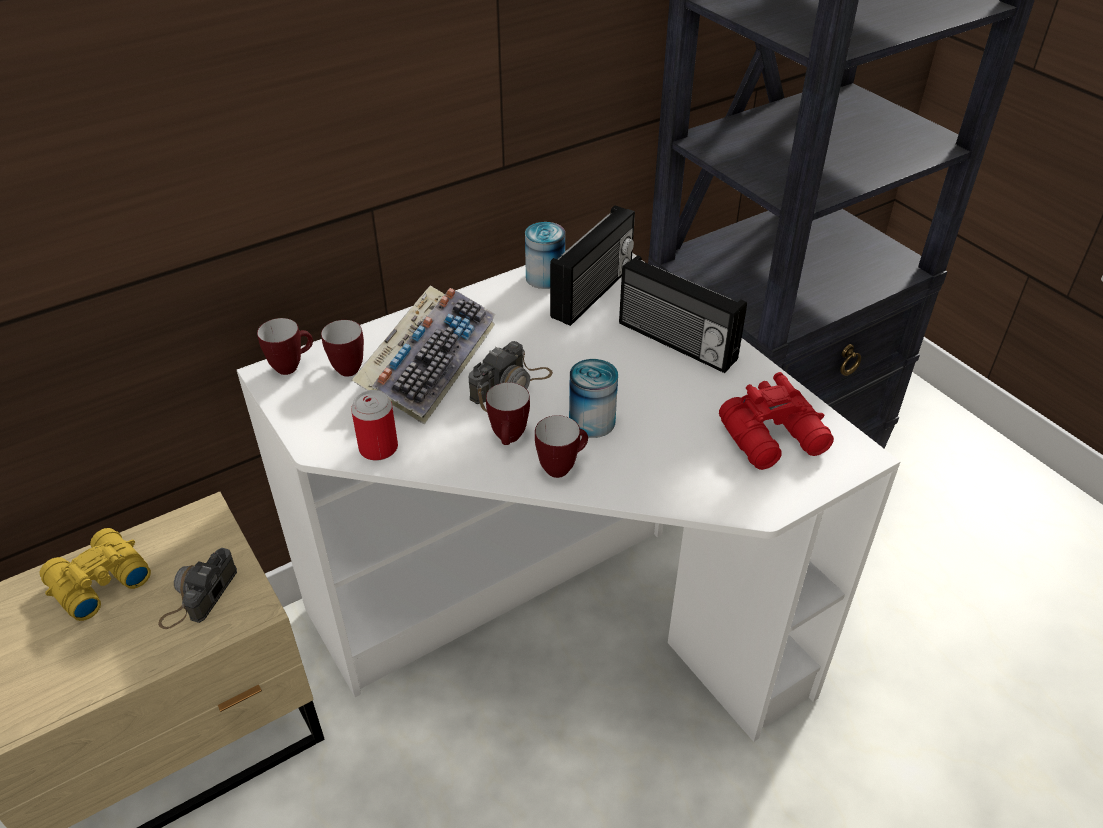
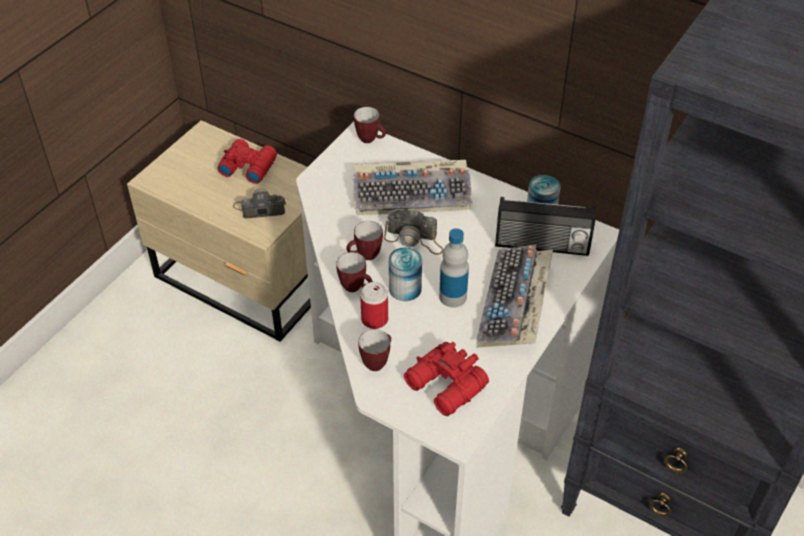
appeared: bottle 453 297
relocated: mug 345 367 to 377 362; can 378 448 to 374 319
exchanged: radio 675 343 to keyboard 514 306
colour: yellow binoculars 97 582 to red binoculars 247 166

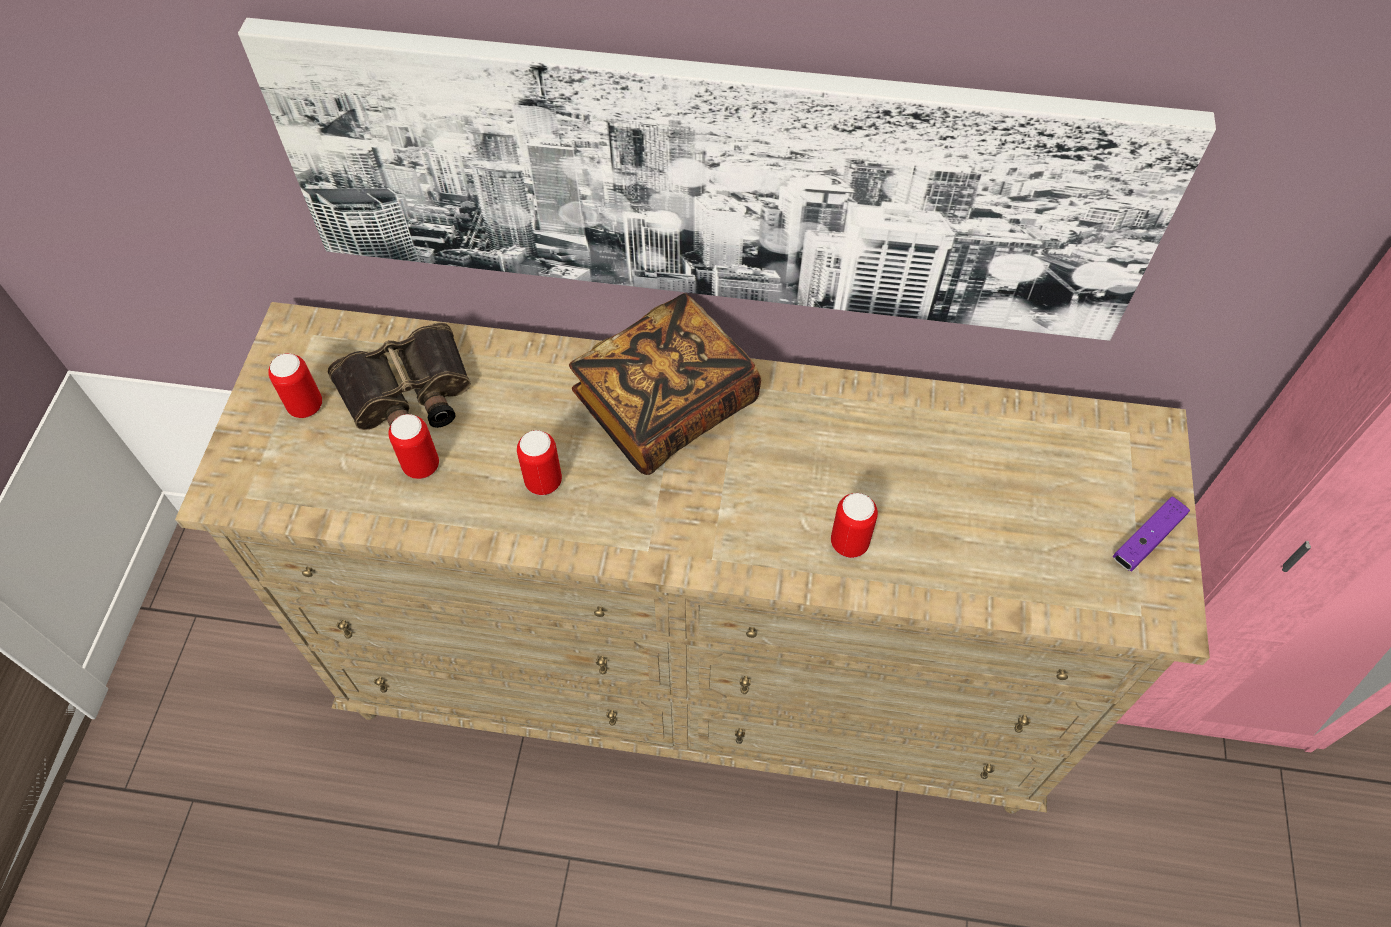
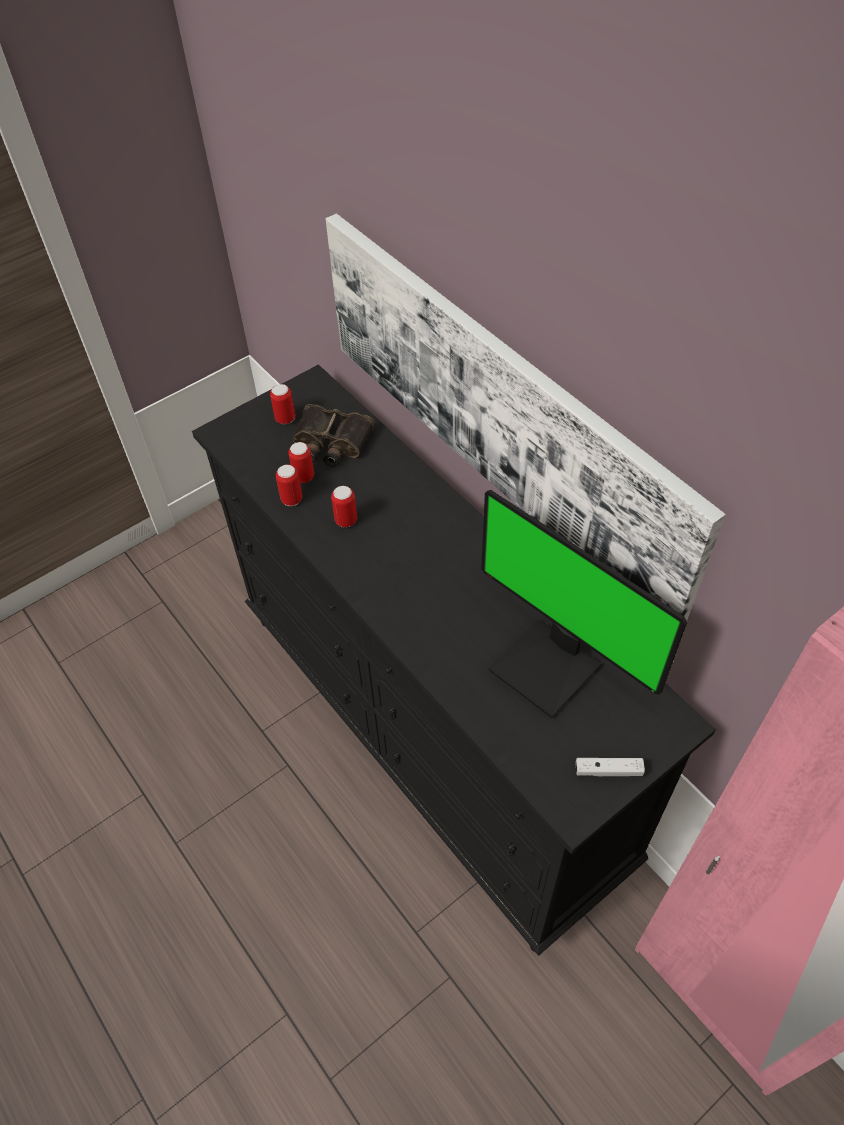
missing: book 666 406
appeared: monitor 549 666
relocated: can 849 543 to 291 499
colour: beige dresser 698 684 to black dresser 429 737; purple game controller 1146 540 to white game controller 608 770

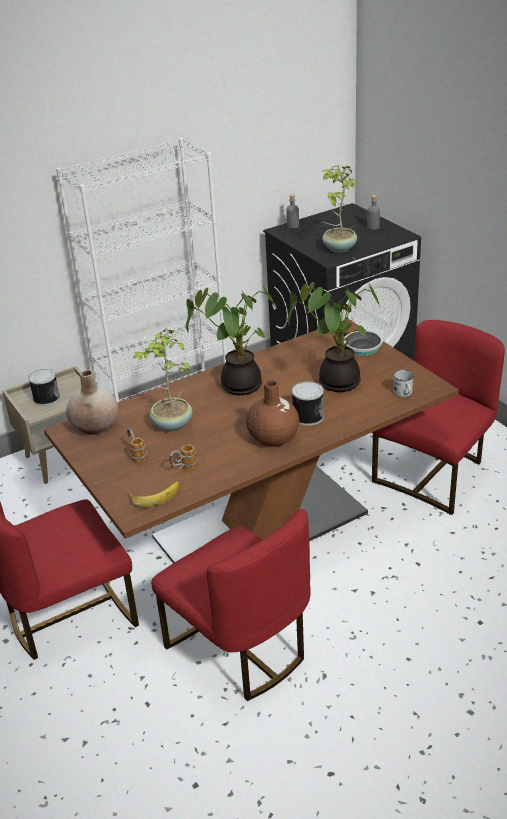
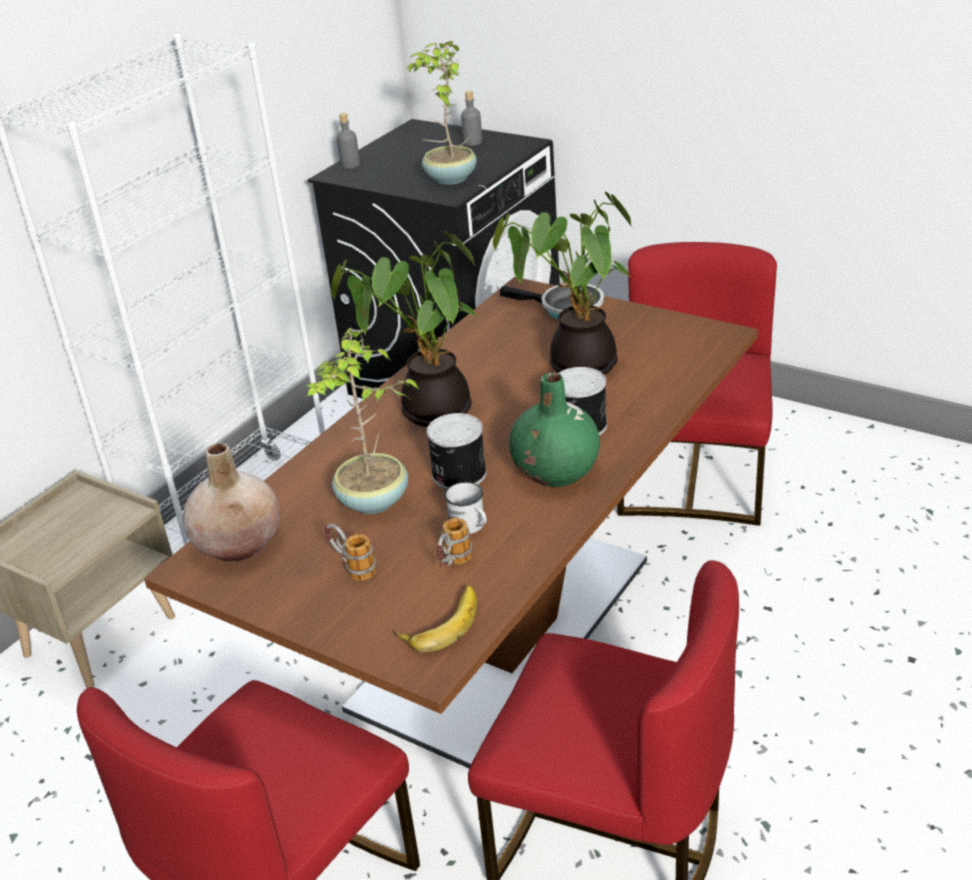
relocated: can 46 398 to 457 474; white mug 404 393 to 470 526
colour: brown vase 273 438 to green vase 556 472

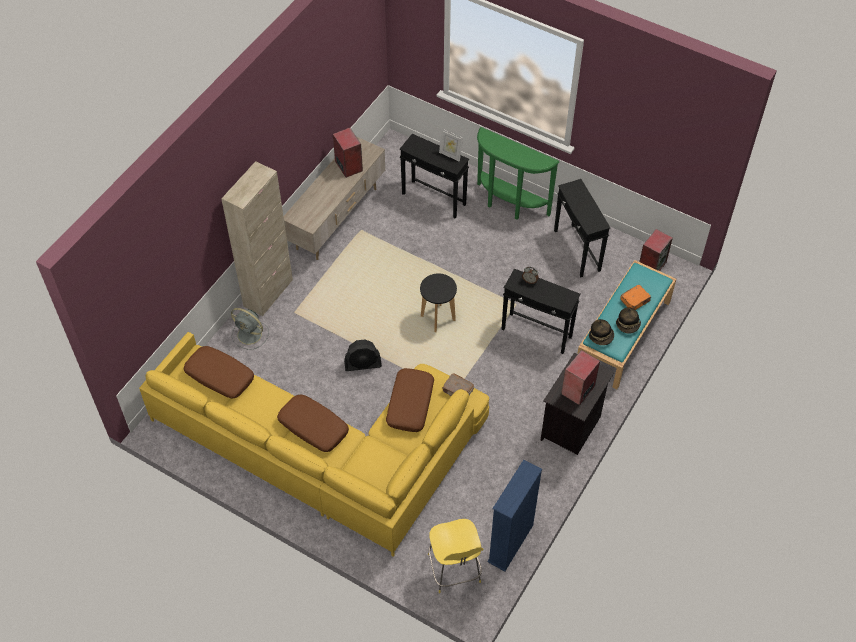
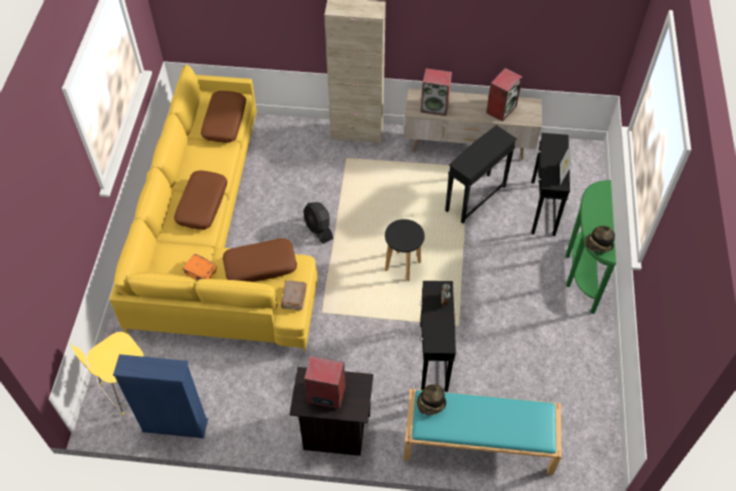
missing: grey fan 250 335
relocated: black side table 576 251 to 475 198; hat 628 325 to 598 245; orange book 635 301 to 201 272; speaker 651 265 to 435 106

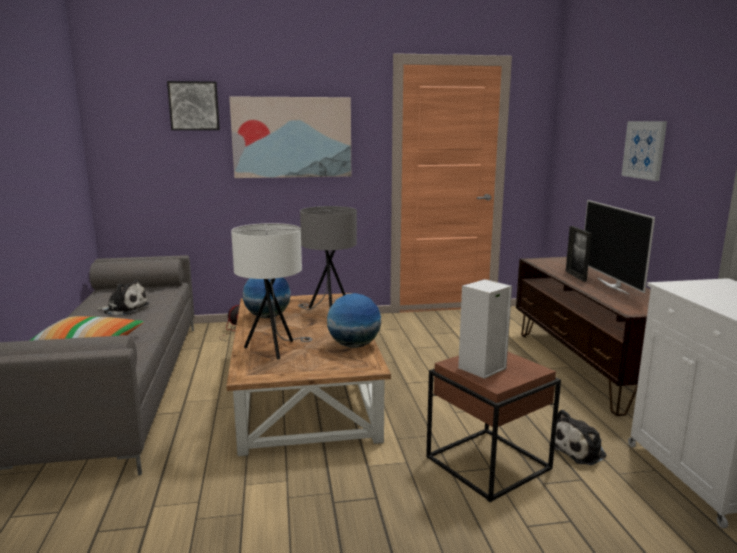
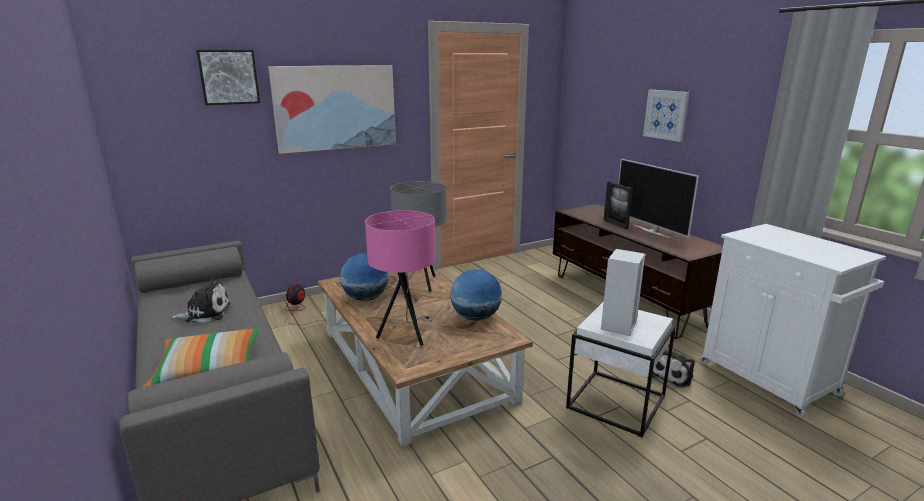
colour: white table lamp 275 349 to pink table lamp 407 334; brown side table 489 463 to white side table 617 402

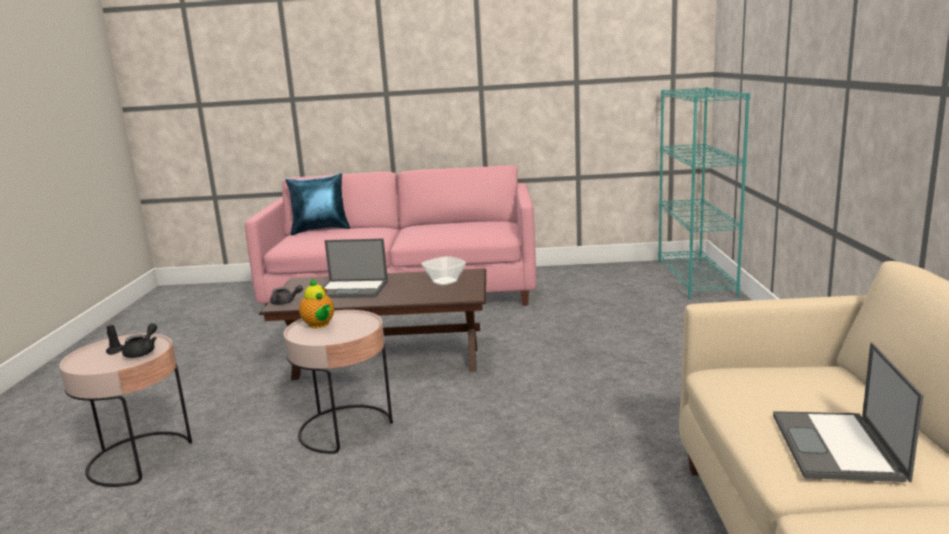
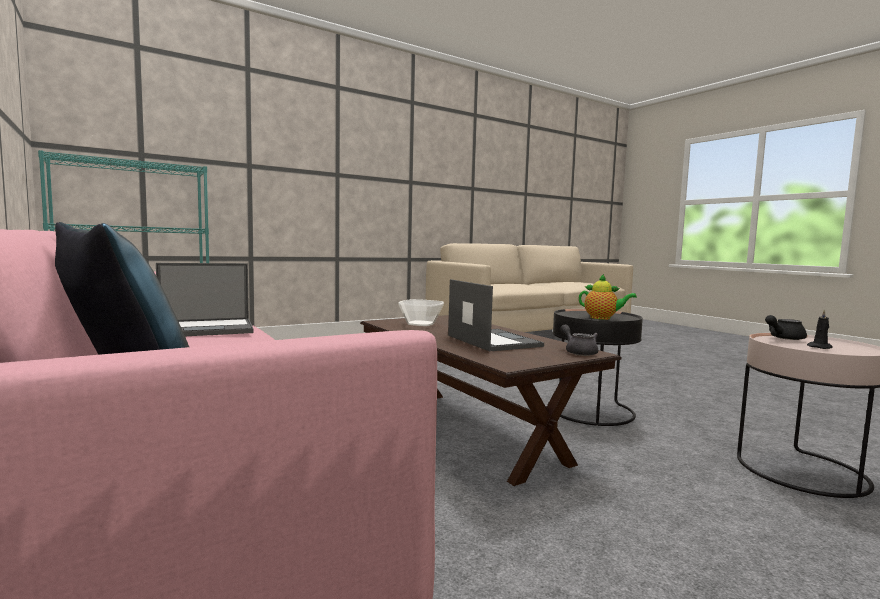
relocated: laptop 838 447 to 206 329
colour: pink side table 346 428 to black side table 590 411
spun: teapot 319 325 = 602 318 90 degrees clockwise

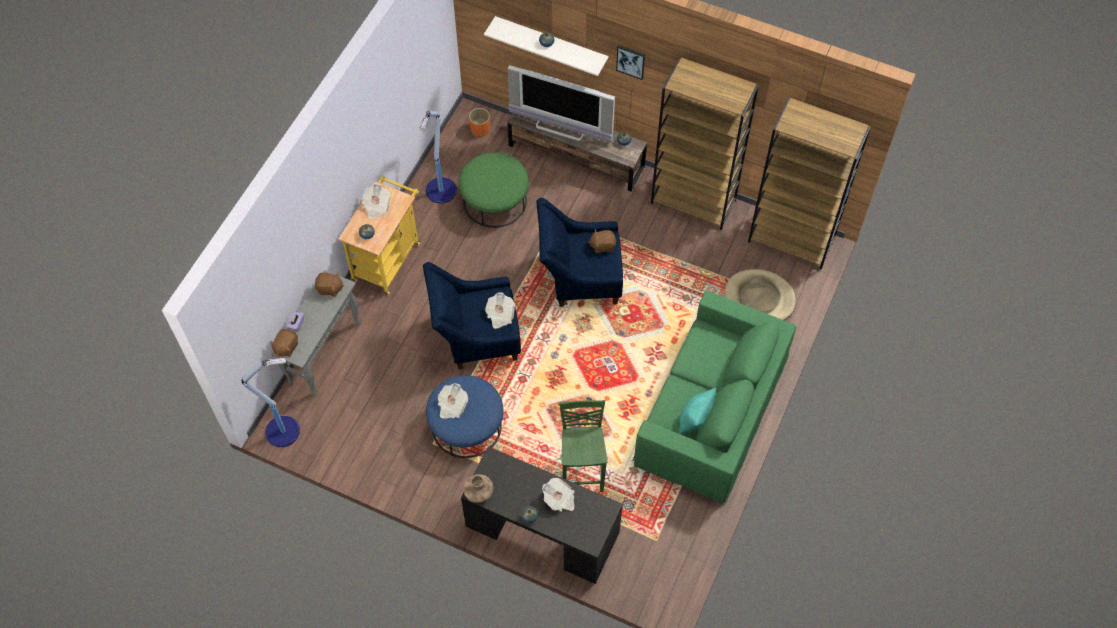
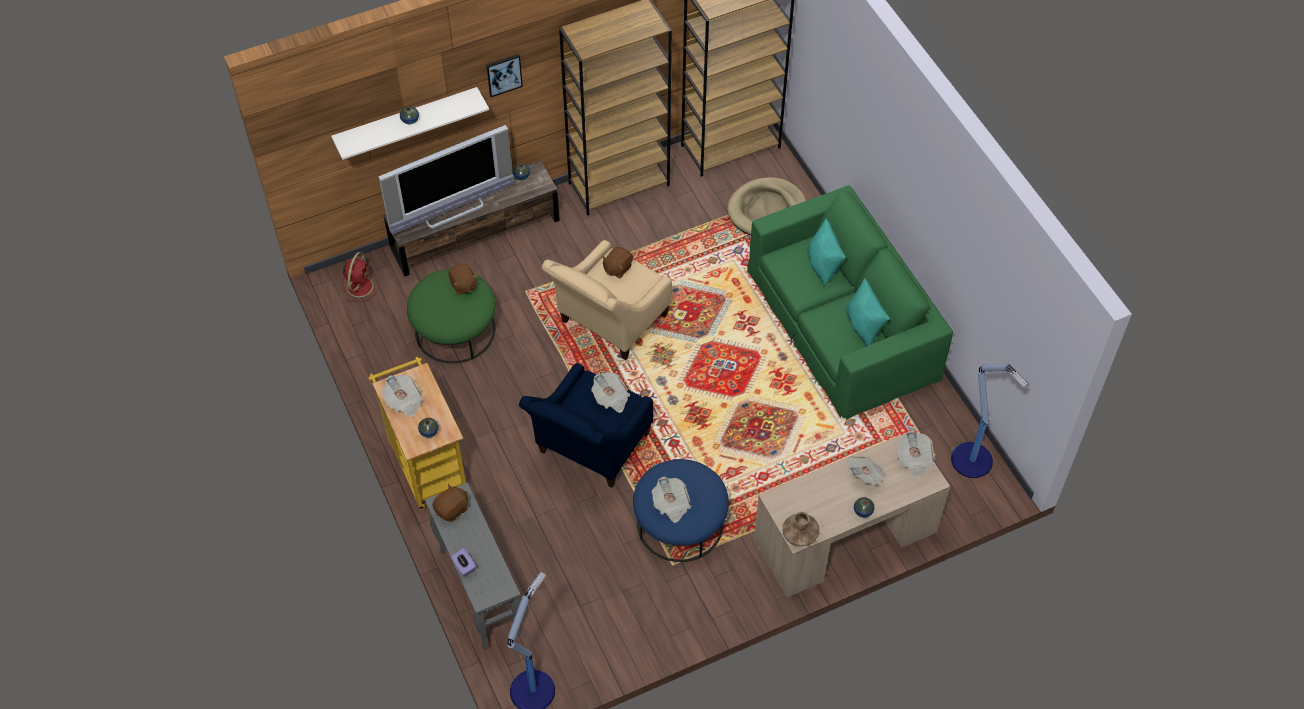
missing: green stool 582 471
appeared: turquoise pillow 823 266; newspaper 914 460
relocated: brown plush toy 286 347 to 463 285; floor lamp 441 191 to 973 461
exchanged: orange planter 480 129 to red fan 360 285
colour: black desk 542 528 to beige desk 844 535; blue armchair 579 277 to beige armchair 609 323

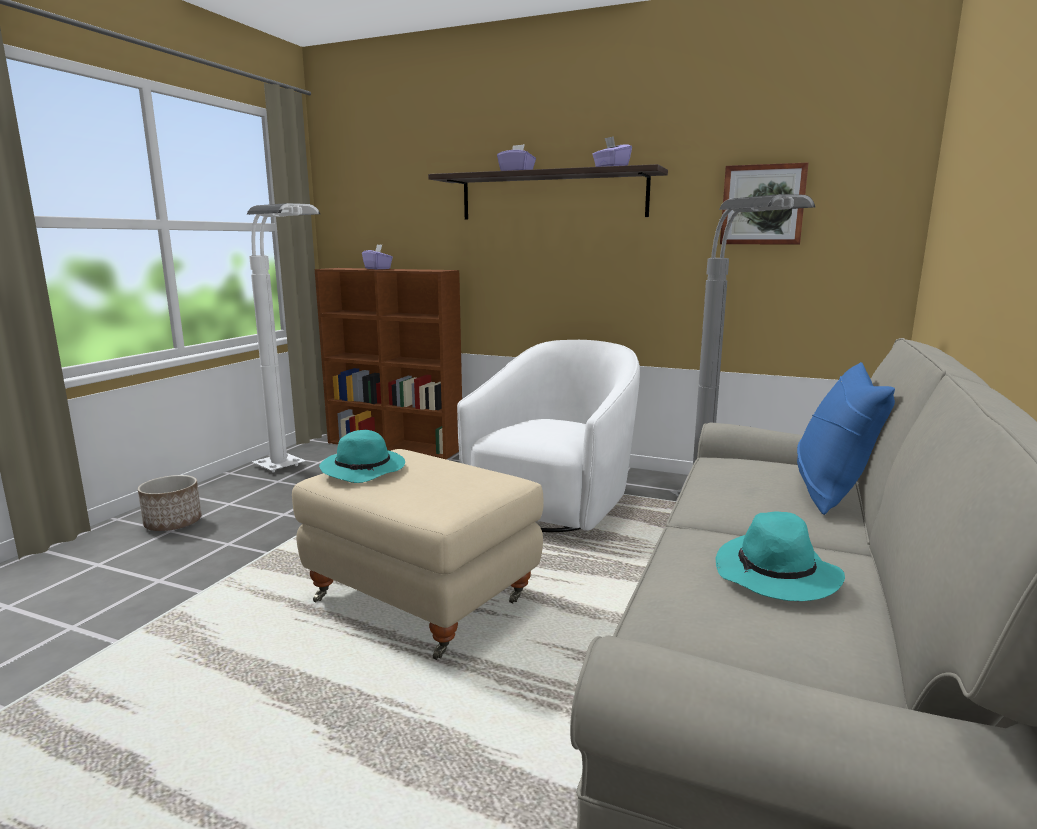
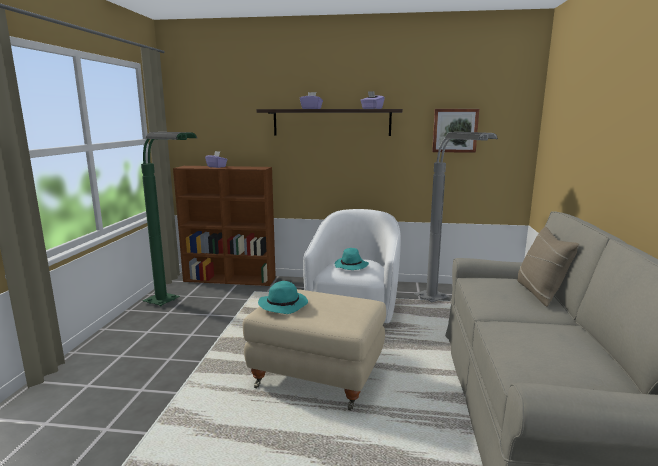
missing: planter 173 524
relocated: turquoise hat 776 575 to 351 266
colour: white floor lamp 294 471 to green floor lamp 175 304; blue pillow 831 491 to beige pillow 540 293

